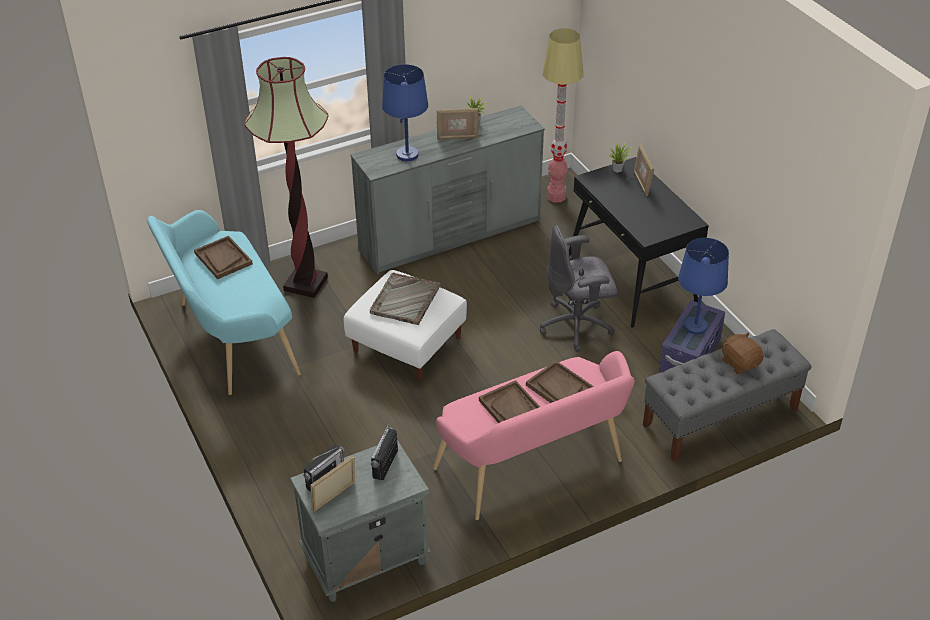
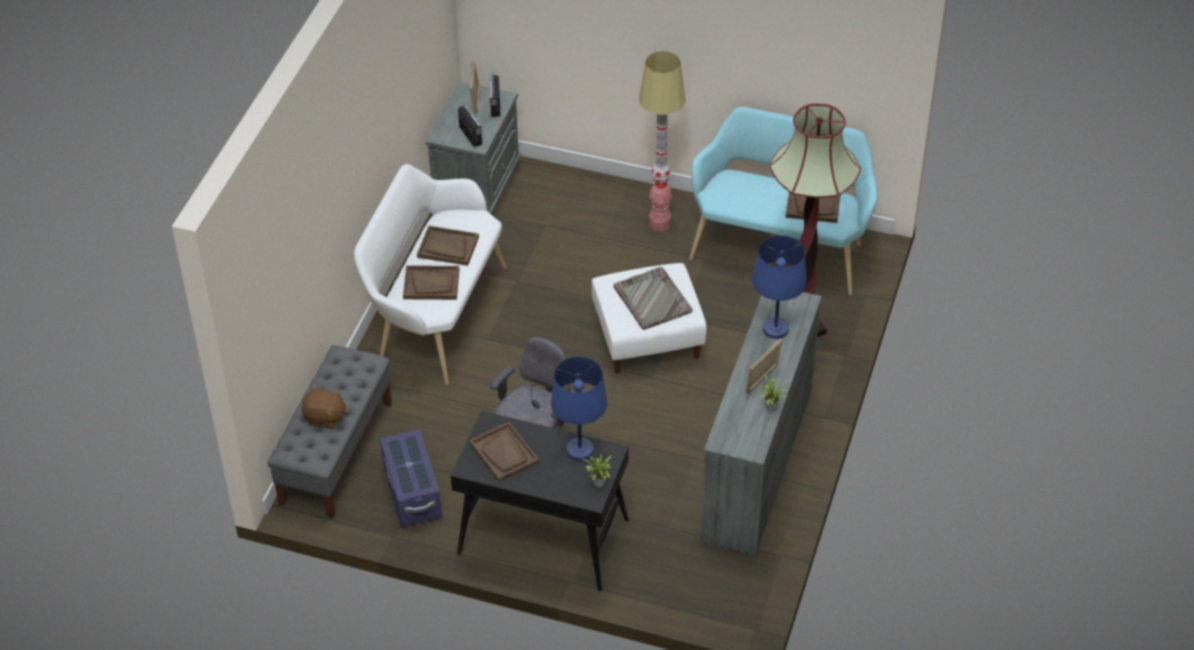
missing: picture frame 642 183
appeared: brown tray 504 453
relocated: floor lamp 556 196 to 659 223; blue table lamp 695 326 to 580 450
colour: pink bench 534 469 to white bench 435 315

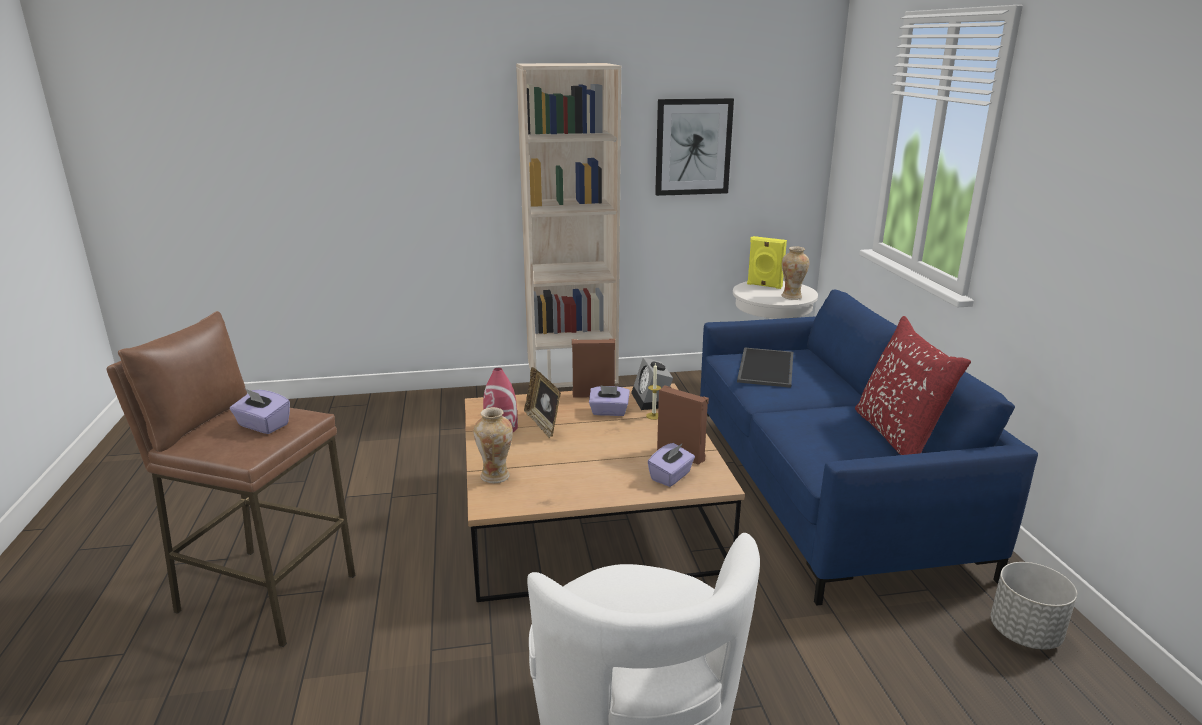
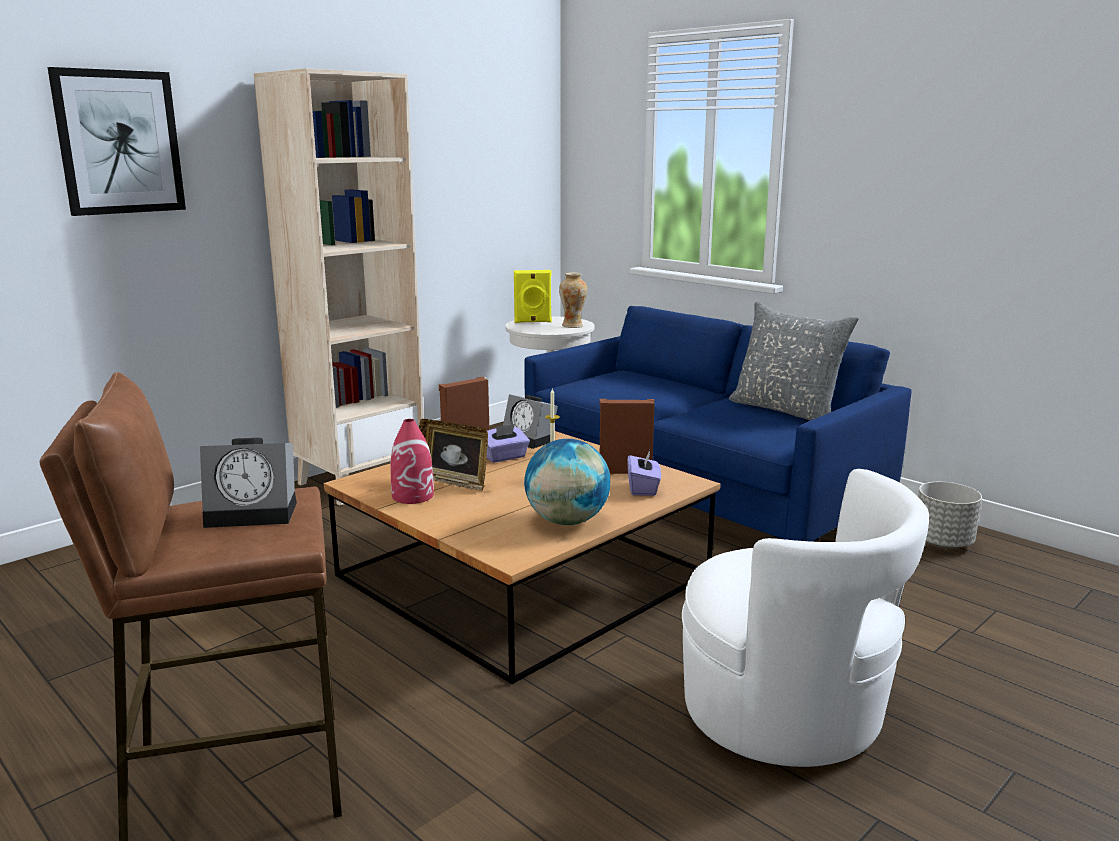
missing: vase 495 476; tray 764 367
appeared: globe 567 521
relocated: picture 693 147 to 119 142
exchanged: purple tissue box 263 425 to alarm clock 255 512
colour: red pillow 898 436 to grey pillow 786 410

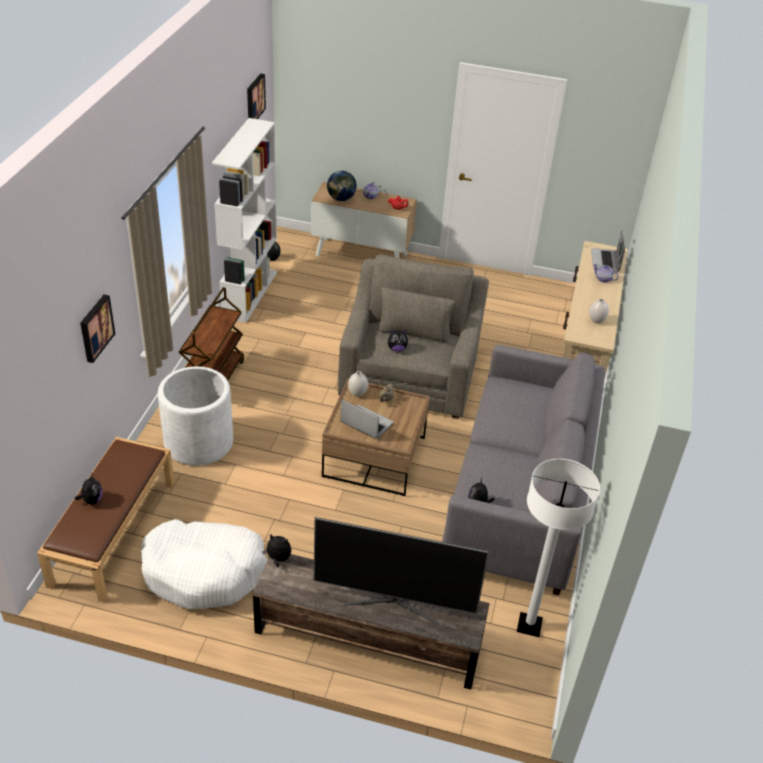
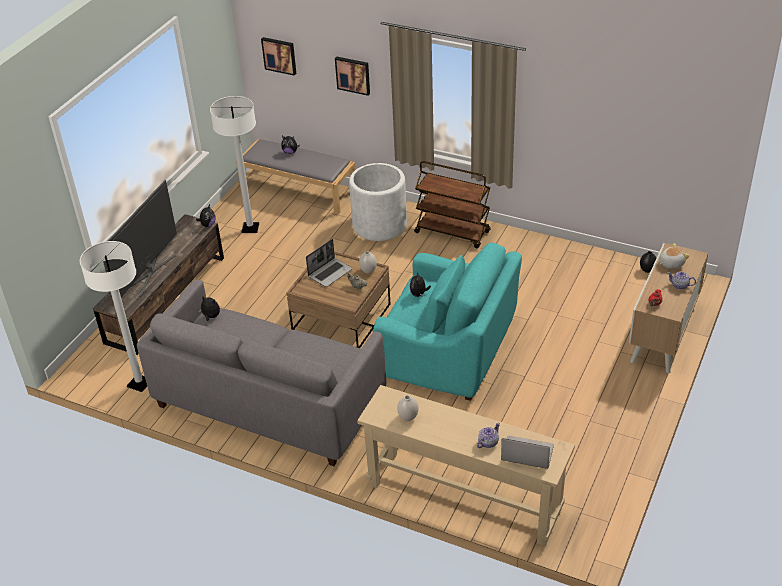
missing: white bookcase 249 293
relocated: picture 254 98 to 279 55
exchanged: white dog bed 204 572 to white floor lamp 250 228; globe 341 199 to plush toy 670 263
colour: brown bench 113 531 to grey bench 299 190; grey armchair 409 374 to turquoise armchair 448 351

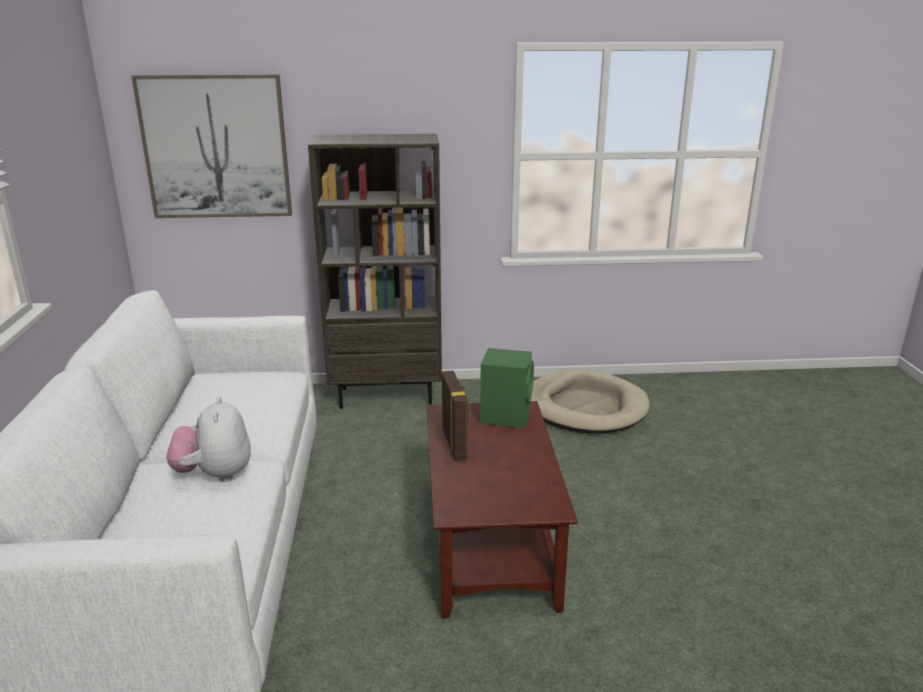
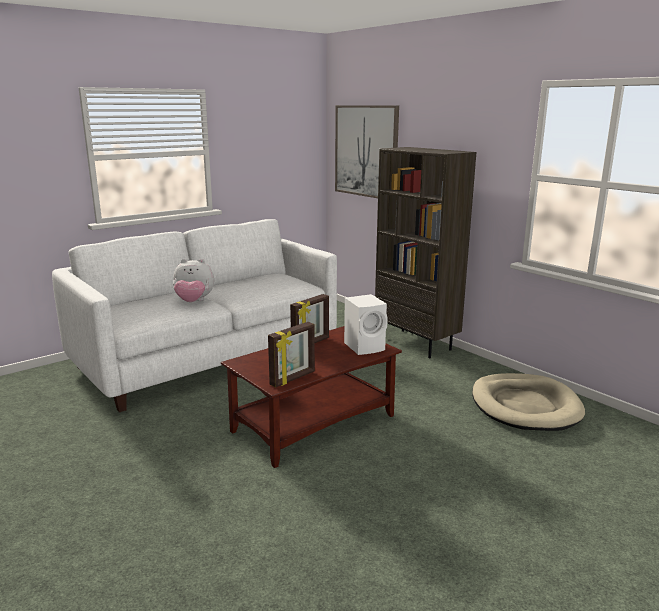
appeared: picture frame 293 378
colour: green speaker 506 415 to white speaker 366 347
spun: plush toy 215 475 = 194 302 135 degrees counterclockwise

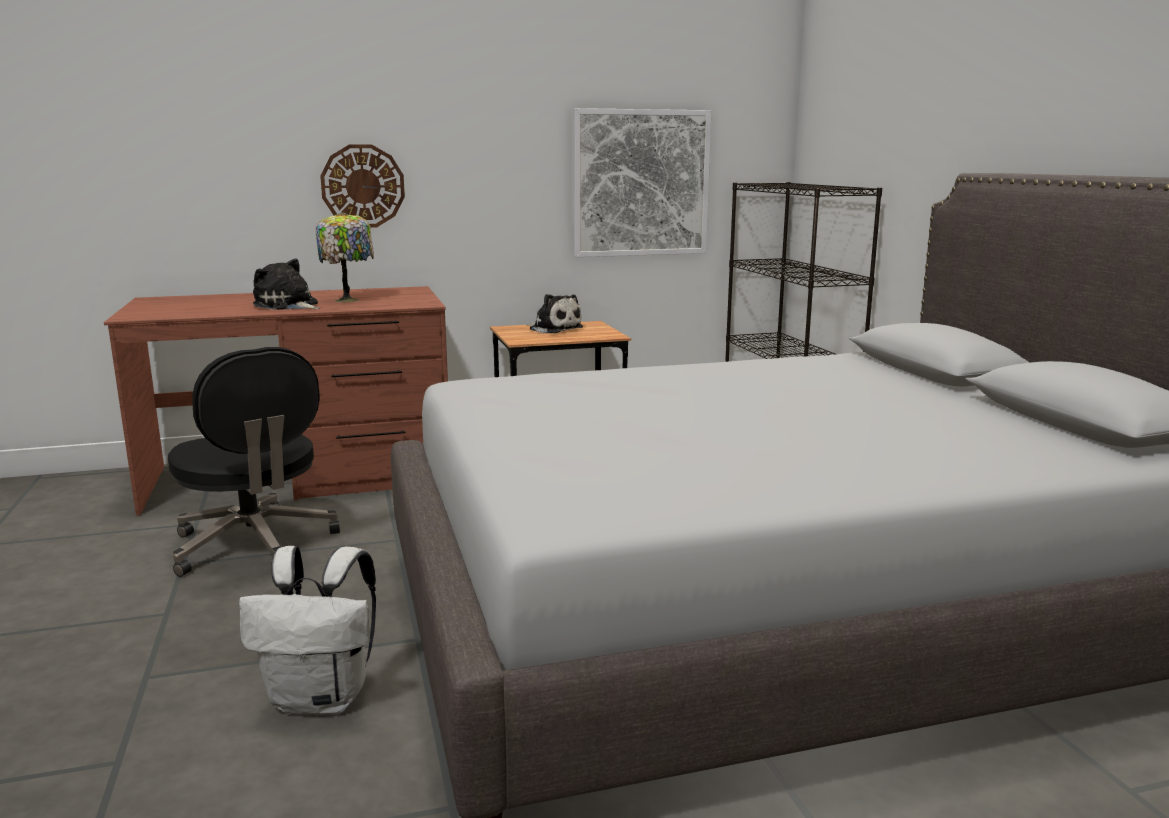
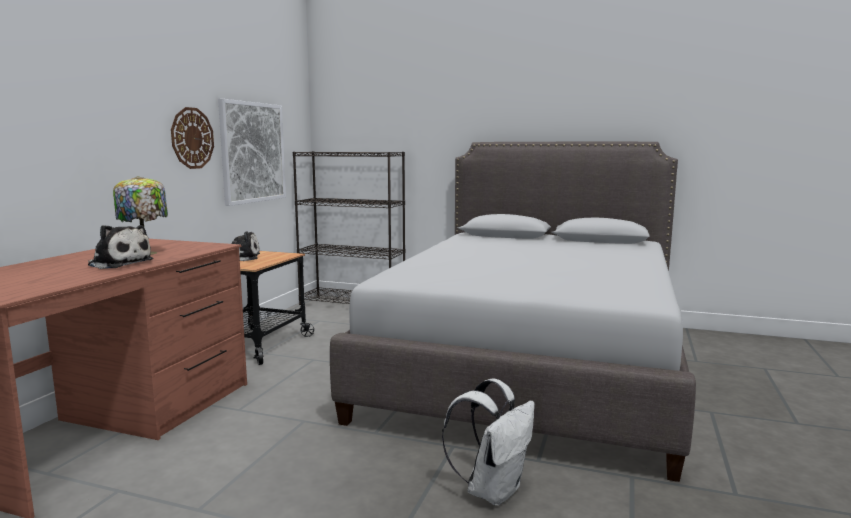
missing: black office chair 255 546
relocated: wall clock 363 186 to 192 138
spun: plush toy 288 305 = 119 263 135 degrees counterclockwise

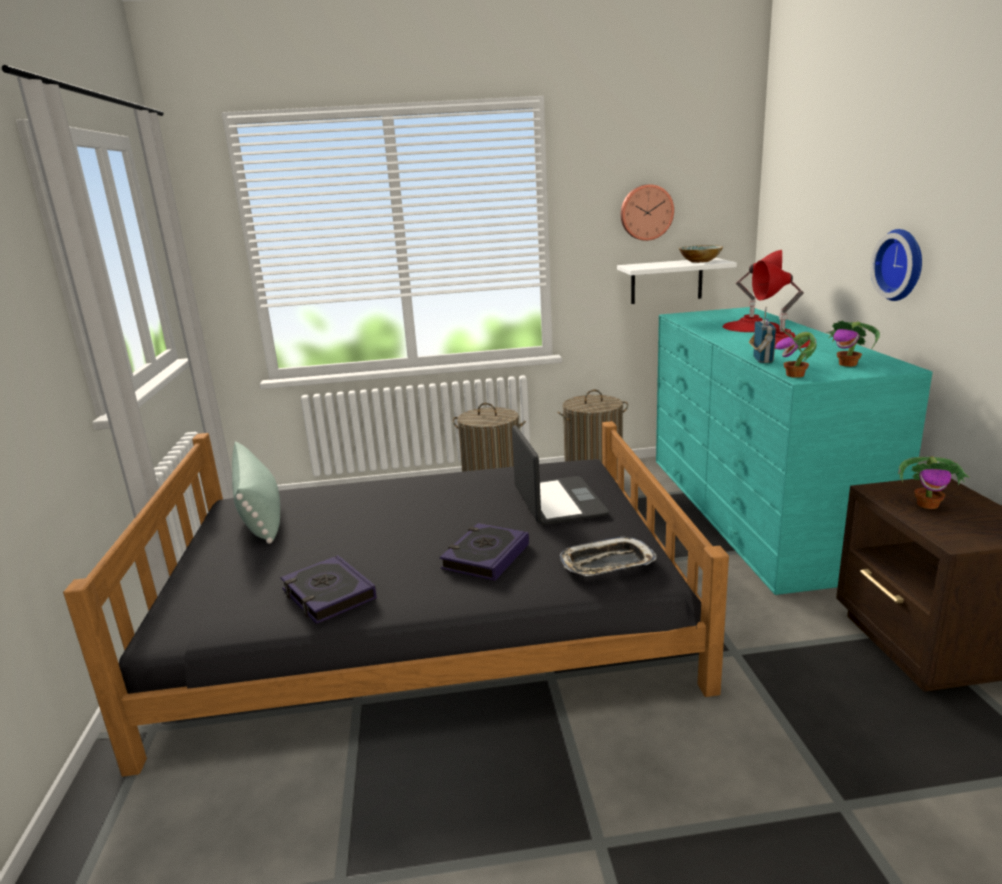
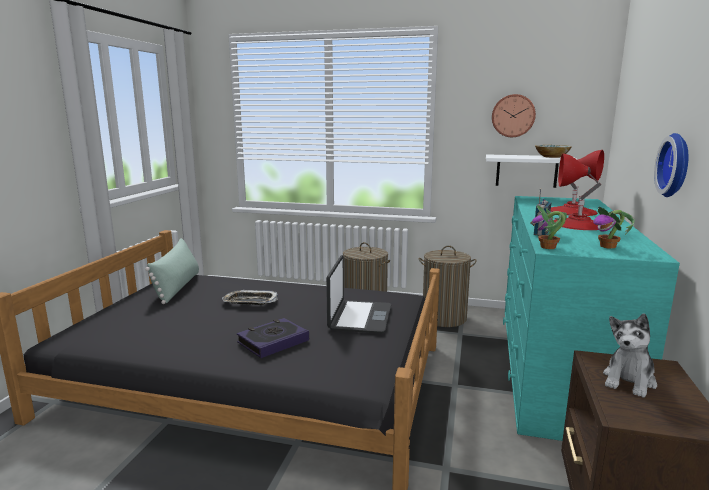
missing: book 328 595
relocated: tray 607 564 to 250 301
exchanged: potted plant 928 505 to plush toy 629 381

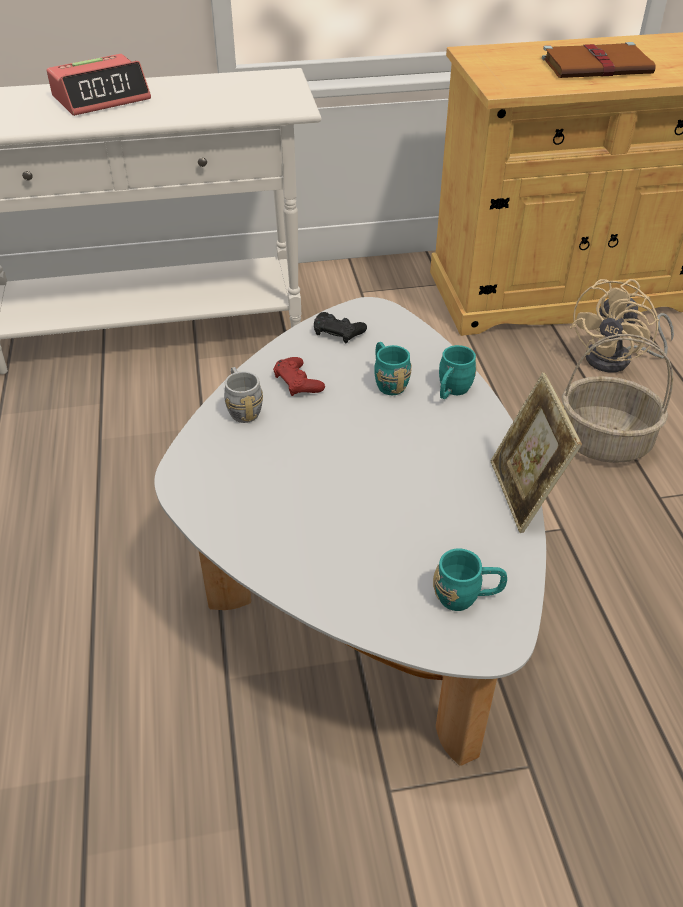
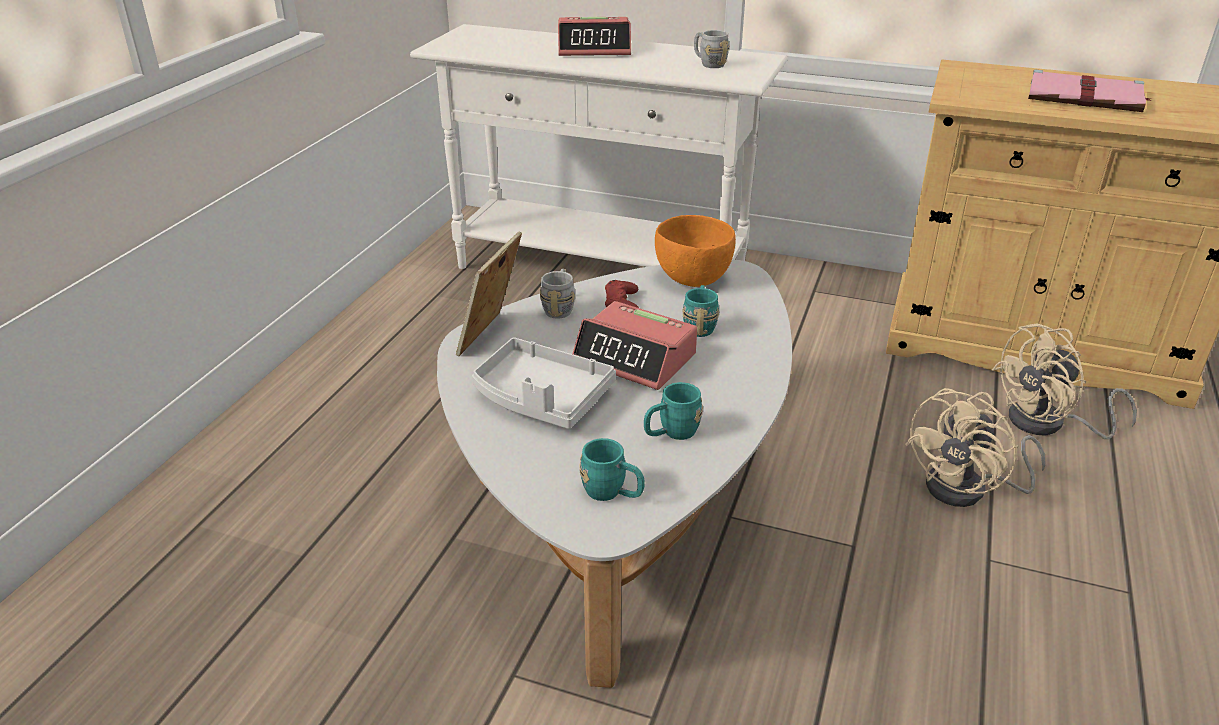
appeared: grey tray 541 398; alarm clock 635 358; grey mug 708 63
relocated: turquoise mug 451 391 to 671 433; picture frame 523 494 to 492 337
exchanged: black game controller 338 332 to orange bowl 692 279; basket 605 441 to beige fan 968 489
colour: brown book 598 66 to pink book 1086 97

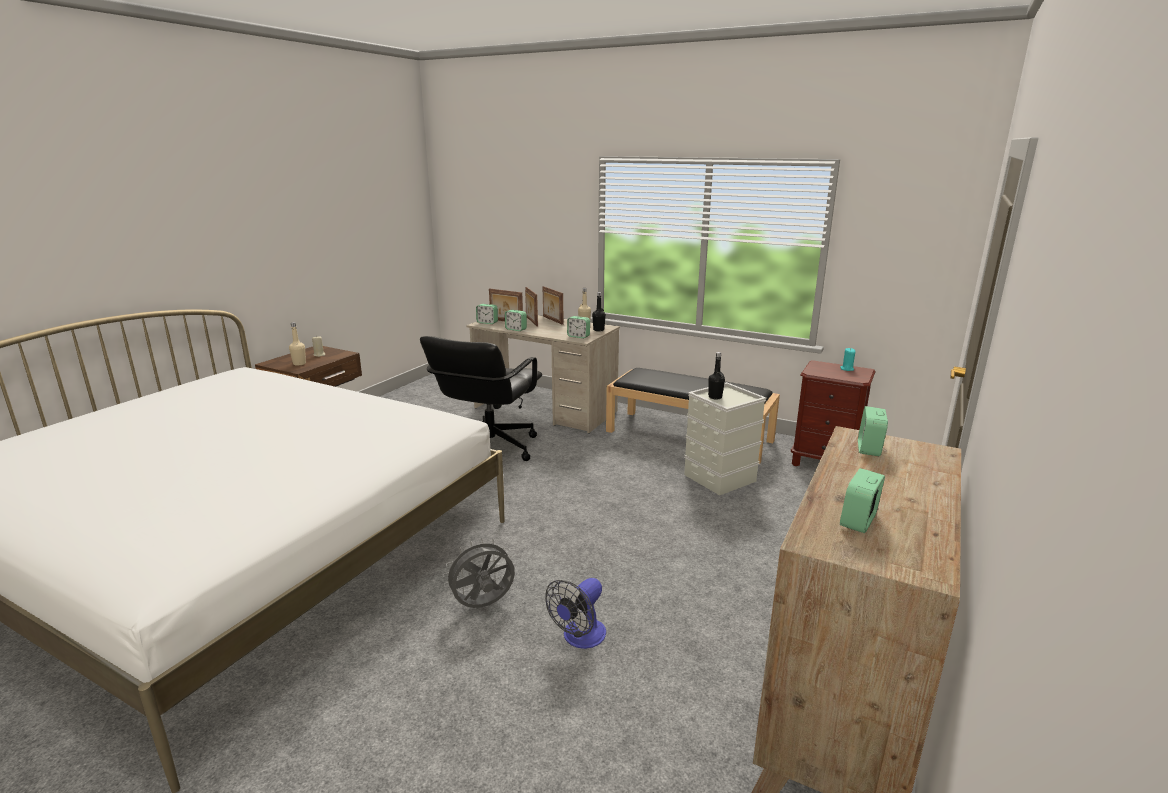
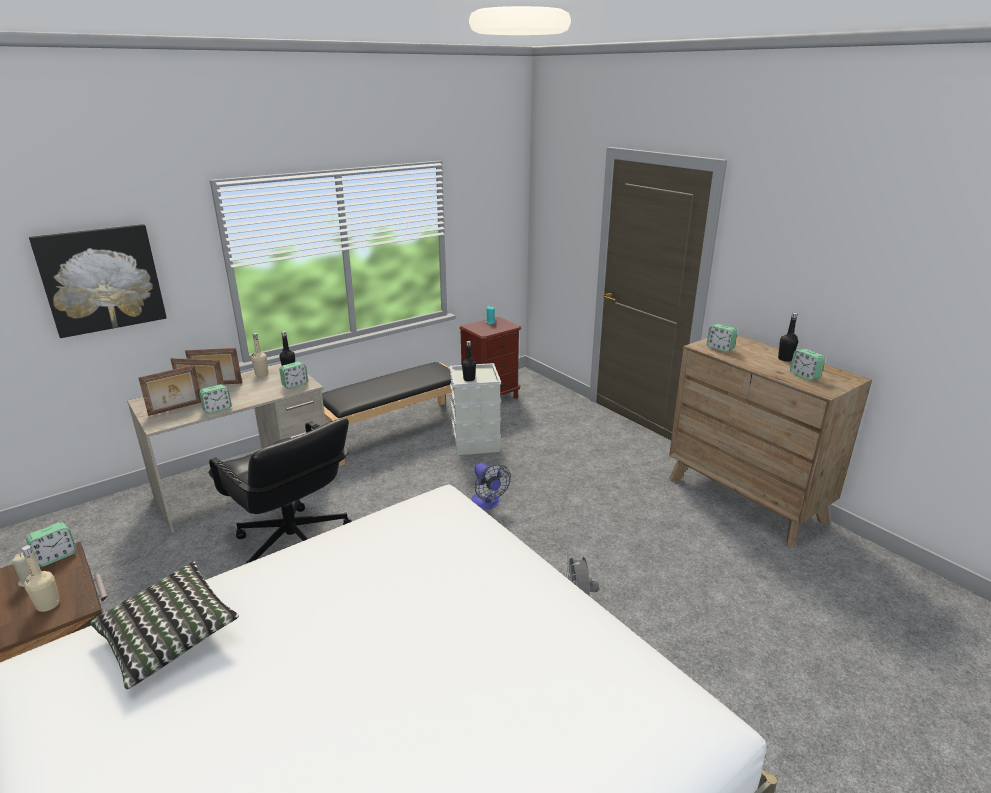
appeared: picture 101 279; pillow 169 637; black bottle 785 359
relocated: alarm clock 487 322 to 56 556; fan 579 638 to 487 503

